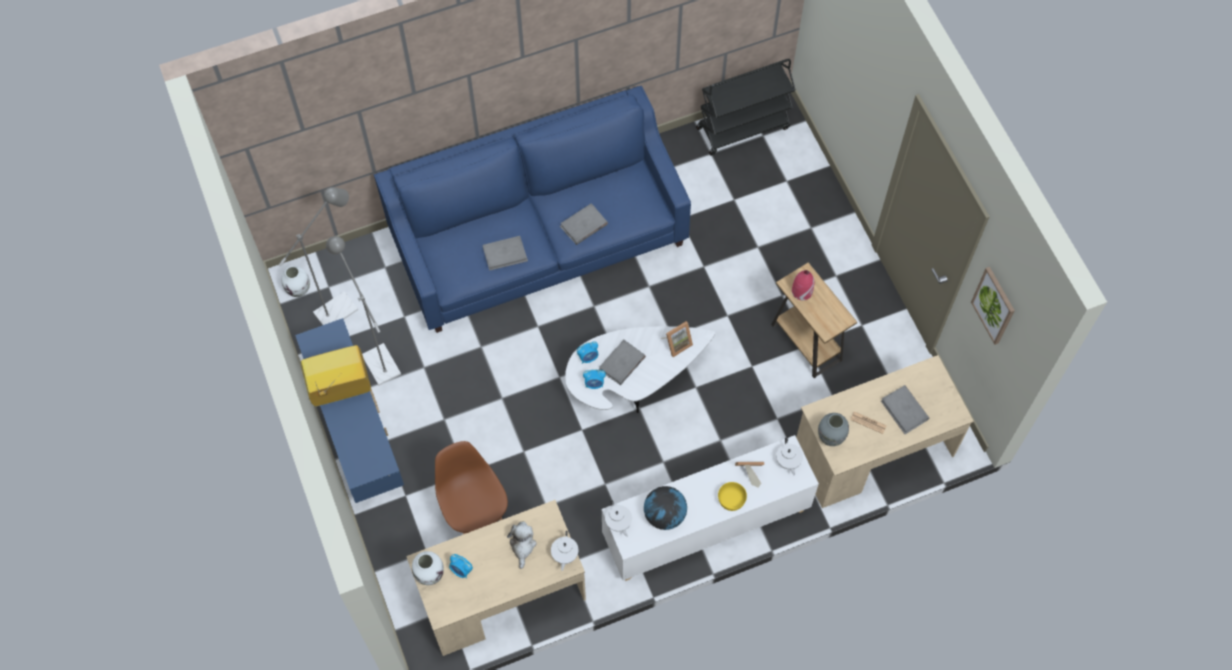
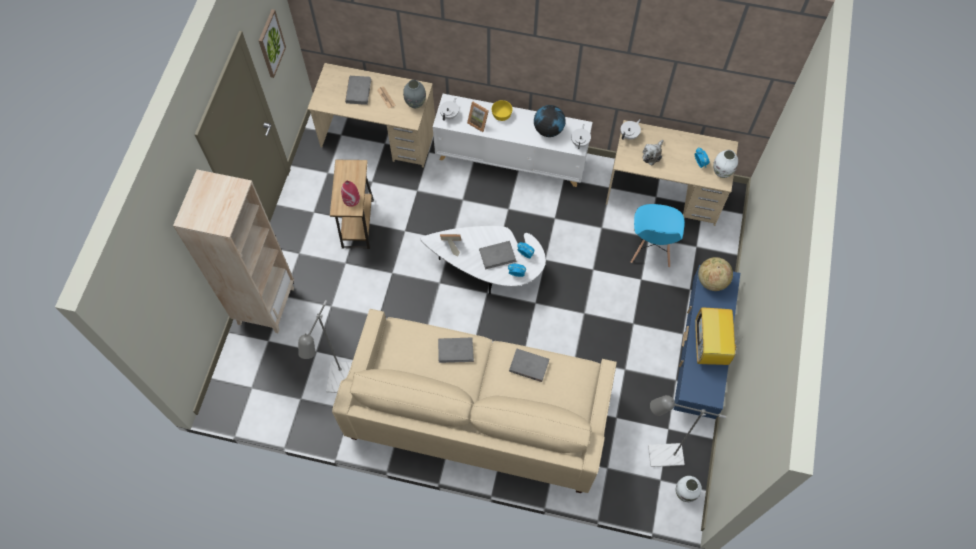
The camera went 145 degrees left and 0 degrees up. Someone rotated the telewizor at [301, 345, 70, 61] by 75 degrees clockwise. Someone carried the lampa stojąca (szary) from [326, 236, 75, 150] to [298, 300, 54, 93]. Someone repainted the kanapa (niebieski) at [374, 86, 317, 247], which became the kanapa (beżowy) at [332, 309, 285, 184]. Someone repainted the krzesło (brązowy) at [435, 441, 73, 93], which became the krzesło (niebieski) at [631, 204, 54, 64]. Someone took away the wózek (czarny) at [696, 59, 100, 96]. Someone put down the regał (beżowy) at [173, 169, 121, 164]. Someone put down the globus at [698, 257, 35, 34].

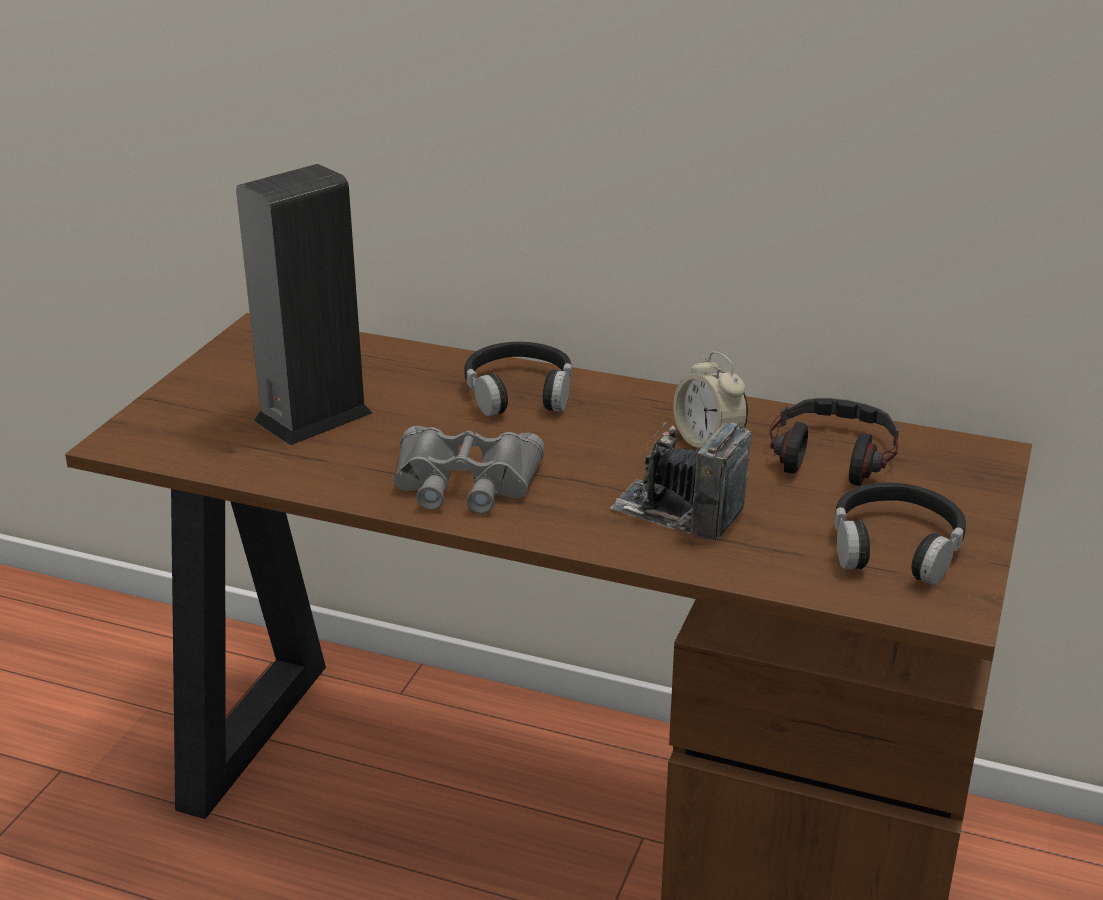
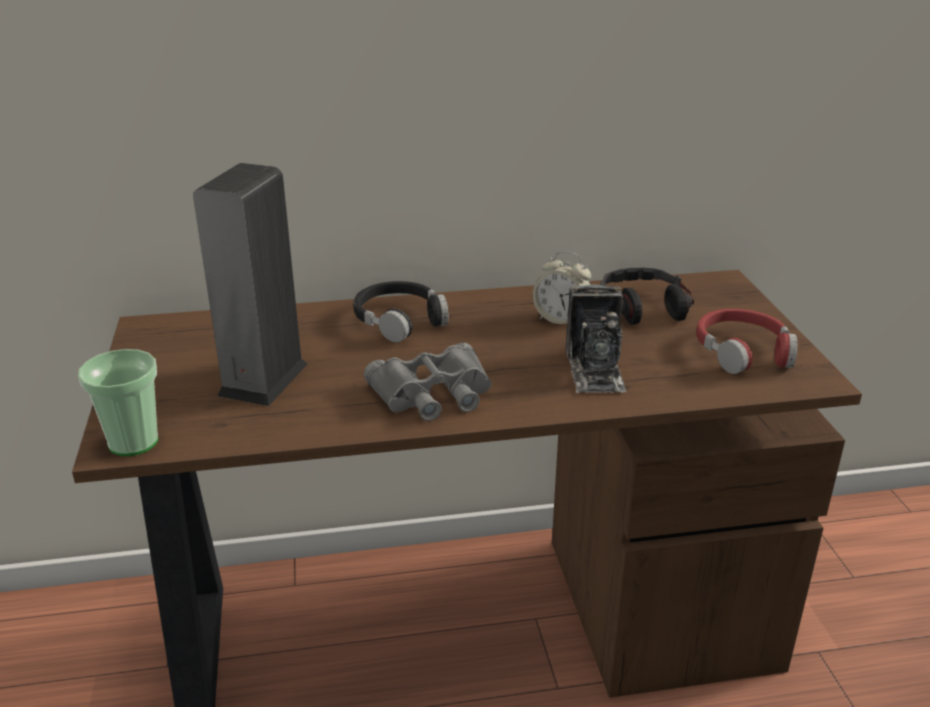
The camera went 30 degrees left and 0 degrees up. Someone rotated the aparat fotograficzny at [610, 422, 141, 120] by 90 degrees counterclockwise. Someone repainted the słuchawki (czarny) at [834, 483, 132, 102], which became the słuchawki (czerwony) at [696, 309, 102, 65]. Someone put down the filiżanka at [78, 349, 80, 107].

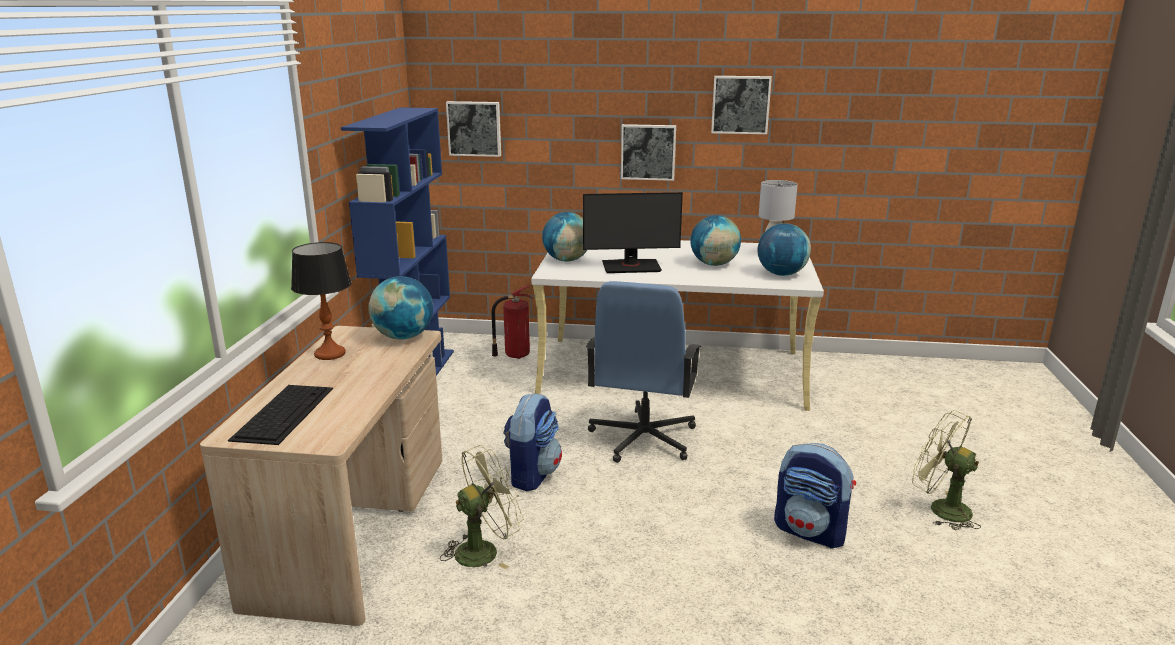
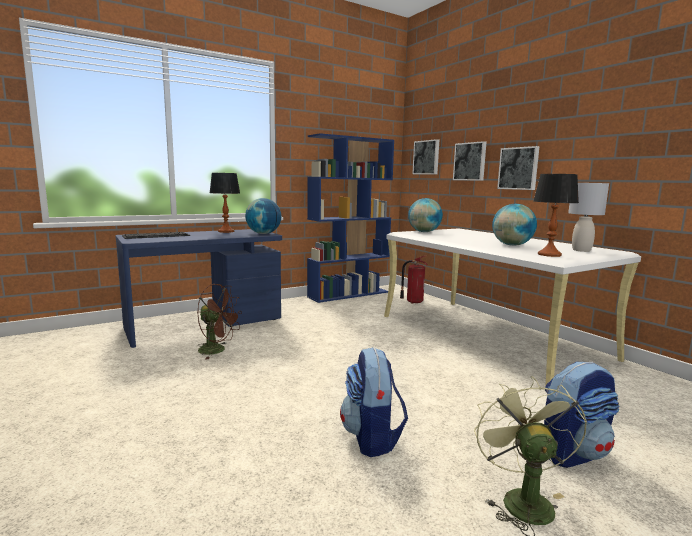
The camera went 50 degrees right and 10 degrees down. Someone repainted the biurko (beżowy) at [200, 326, 242, 300], which became the biurko (niebieski) at [115, 229, 167, 119]. Someone repainted the wentylator (zielony) at [440, 445, 84, 124], which became the wentylator (brązowy) at [197, 284, 45, 75]. Someone carried the plecak from [503, 393, 59, 98] to [544, 362, 76, 106]. Someone took away the monitor at [583, 192, 100, 81]. Someone took away the krzesło biurowe (niebieski) at [586, 281, 116, 182]. Someone carried the obraz from [711, 76, 61, 58] to [453, 141, 33, 40]. Someone swapped the globus at [757, 223, 54, 53] for the lampa stołowa at [534, 174, 45, 83].

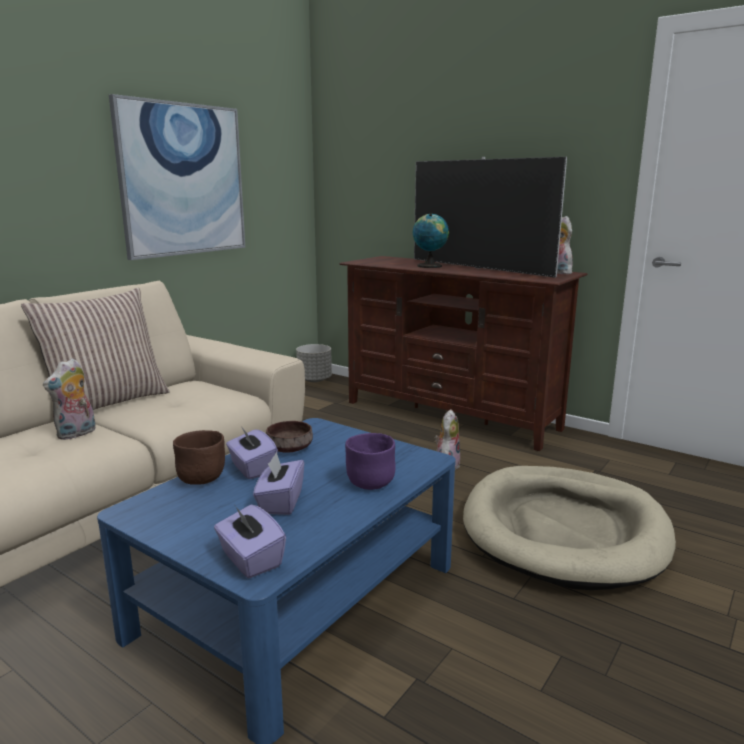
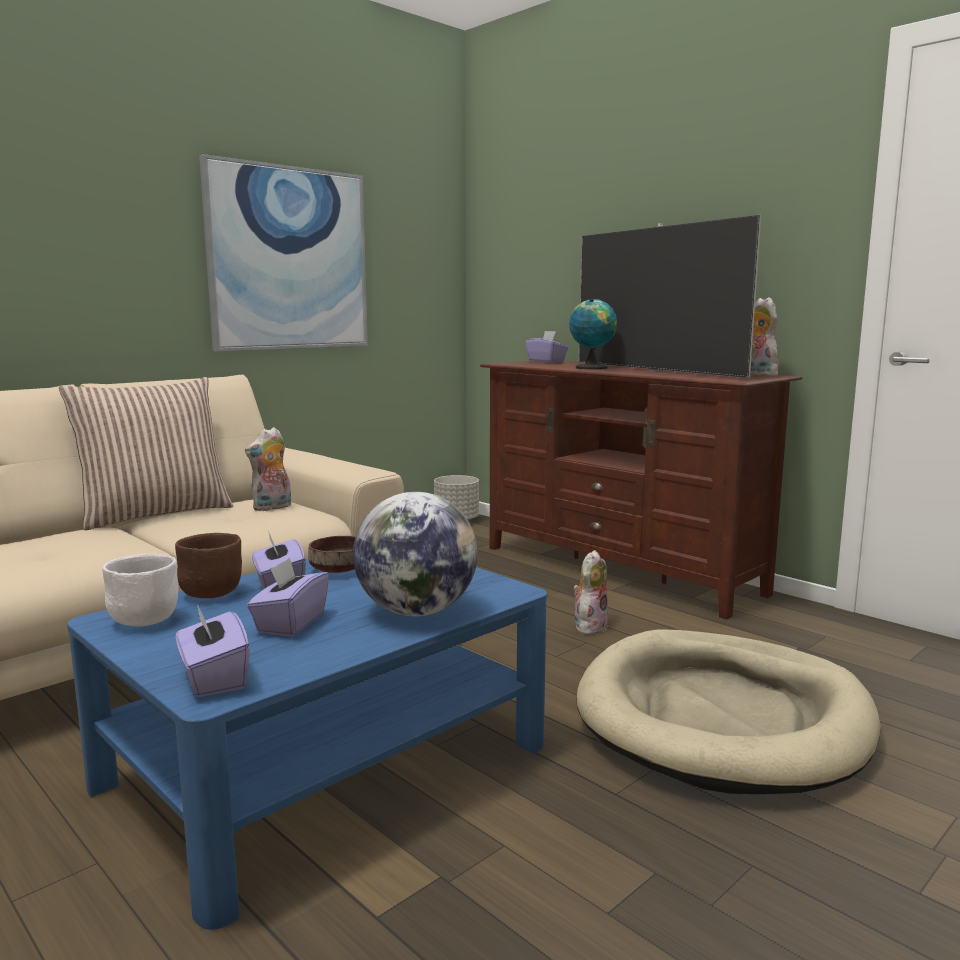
The camera went 10 degrees right and 5 degrees down. Someone carried the pluszak from [43, 358, 53, 82] to [245, 427, 46, 84]. Someone swapped the miska (fioletowy) at [345, 433, 51, 57] for the globus at [353, 492, 125, 124]. Someone put down the miska (biały) at [103, 554, 75, 72]. Someone put down the pudełko chusteczek (fioletowy) at [525, 331, 44, 32].

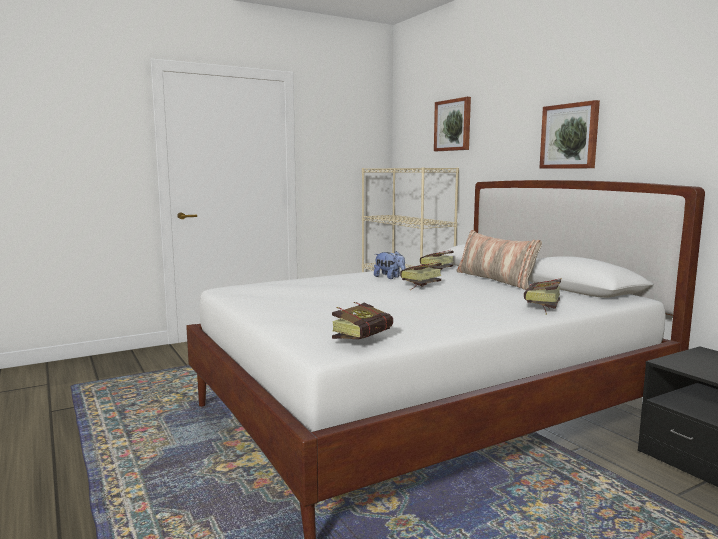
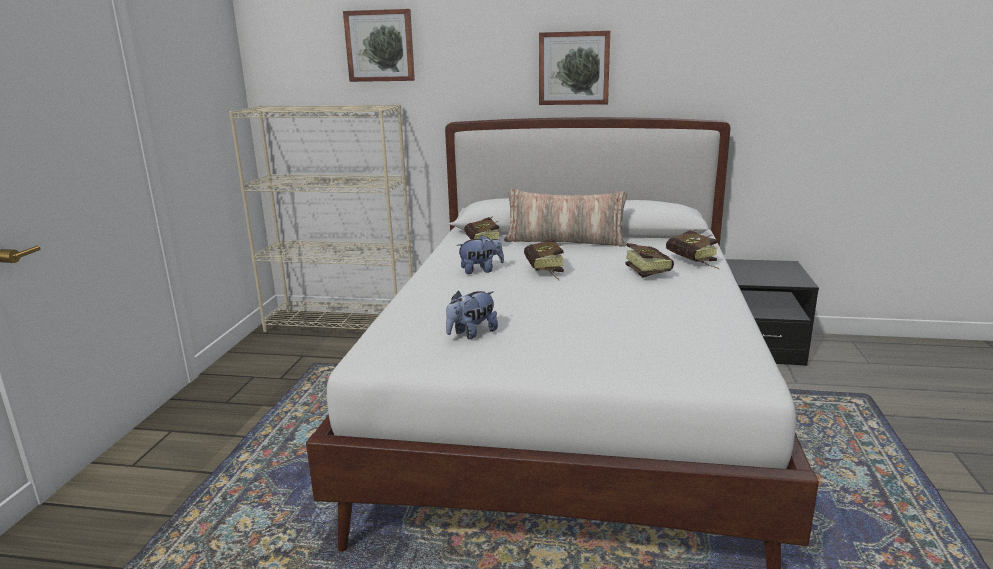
The camera went 50 degrees left and 10 degrees up. Someone carried the książka from [332, 302, 61, 38] to [625, 243, 49, 35]. Someone put down the pluszak at [446, 291, 52, 48].

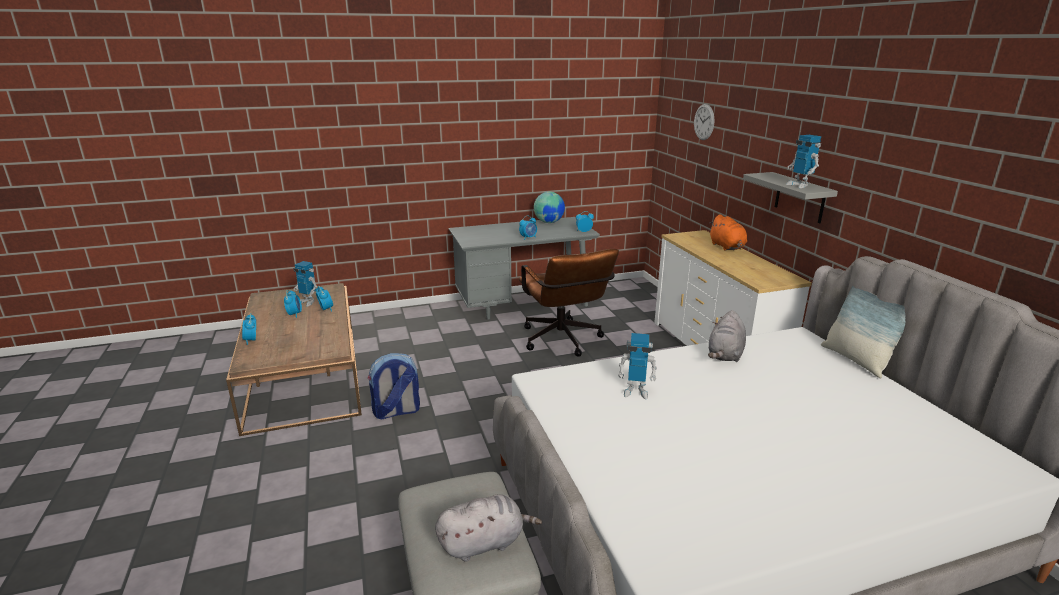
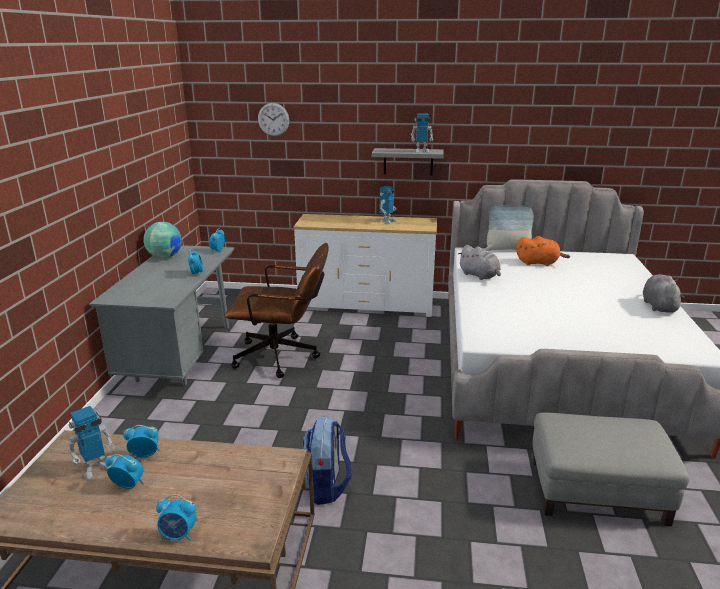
The camera went 65 degrees left and 0 degrees up. Someone carried the pluszak (szary) from [435, 494, 107, 68] to [643, 275, 42, 38]. Someone carried the robot zabawkowy from [618, 333, 39, 66] to [380, 186, 17, 38]. Someone carried the pluszak (pomarańczowy) from [710, 214, 37, 36] to [516, 236, 54, 30].

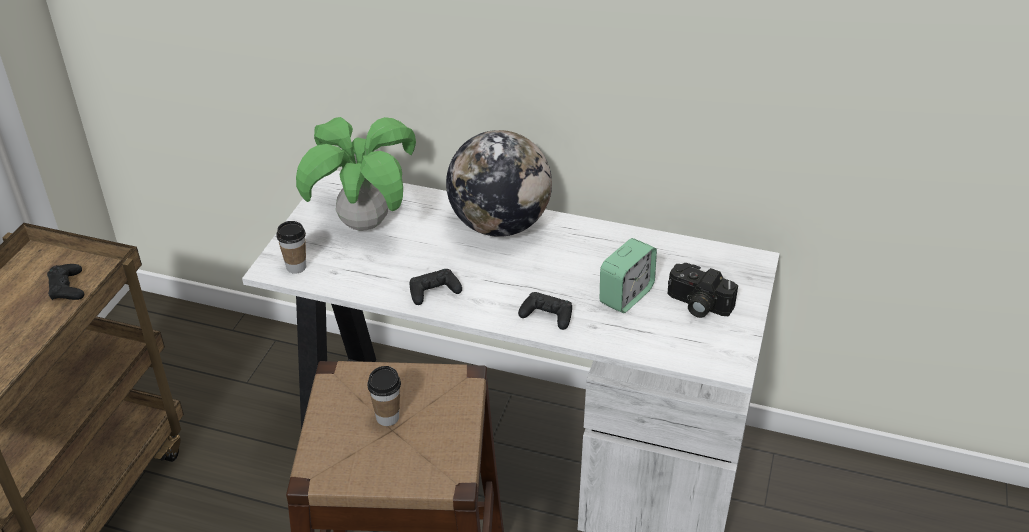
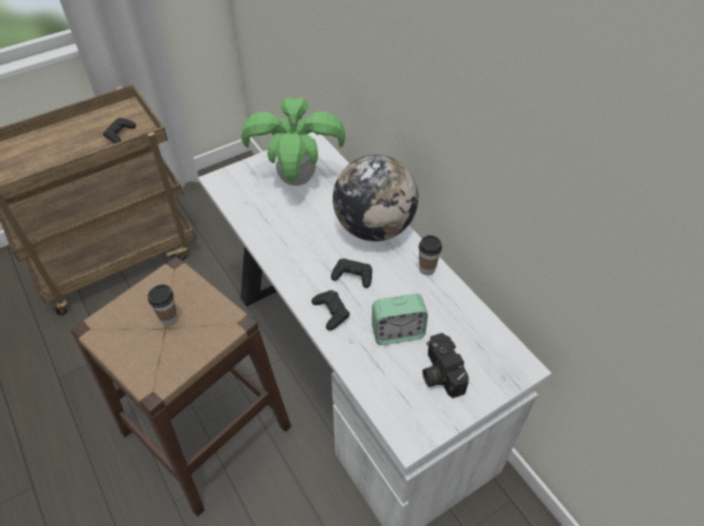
The camera went 40 degrees right and 10 degrees up. Someone carried the filiżanka from [277, 221, 29, 53] to [419, 235, 23, 40]. Someone carried the pad do gier (czarny) from [410, 269, 52, 36] to [331, 259, 41, 29].

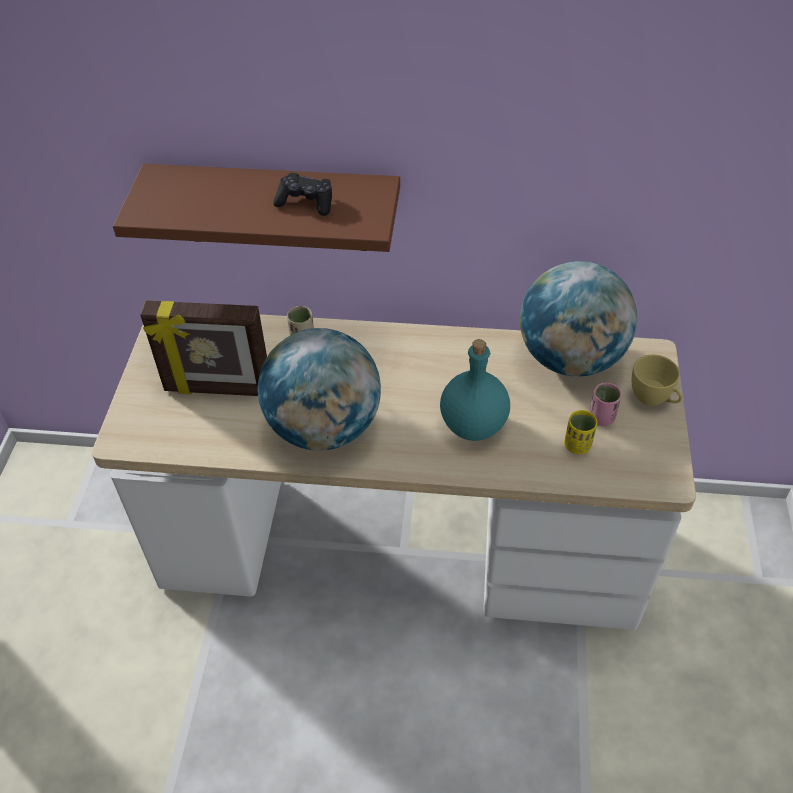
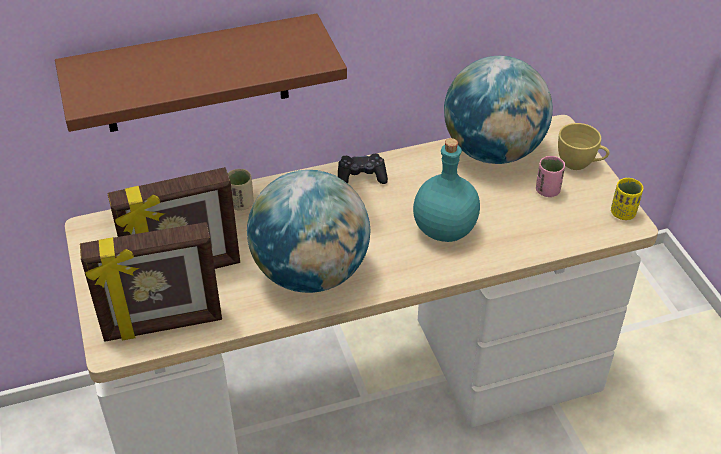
The camera went 25 degrees left and 5 degrees down. Someone carried the pad do gier (czarny) from [273, 173, 59, 43] to [338, 154, 50, 30]. Someone carried the filiżanka (żółty) from [564, 410, 34, 44] to [611, 178, 32, 42]. Someone put down the ramka na zdjęcie at [80, 222, 142, 120].

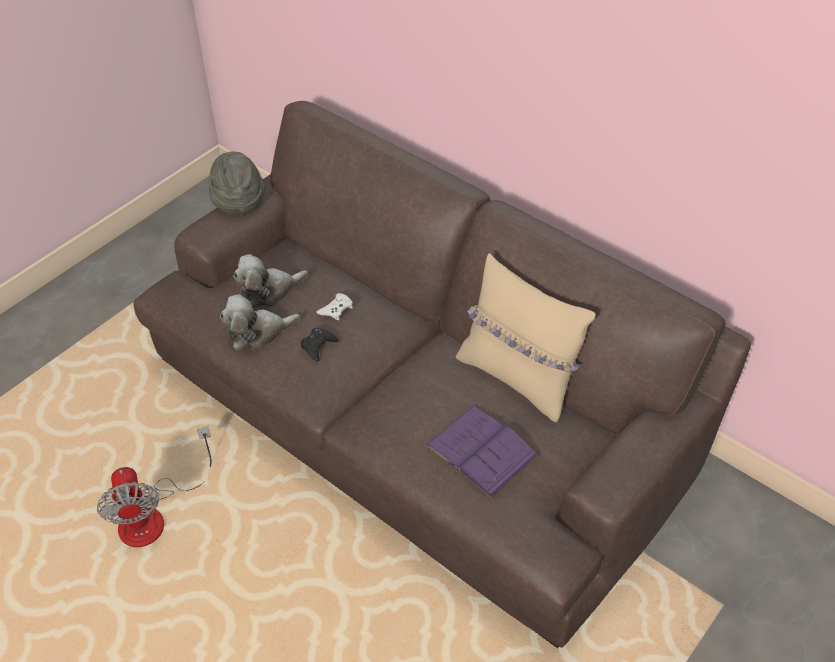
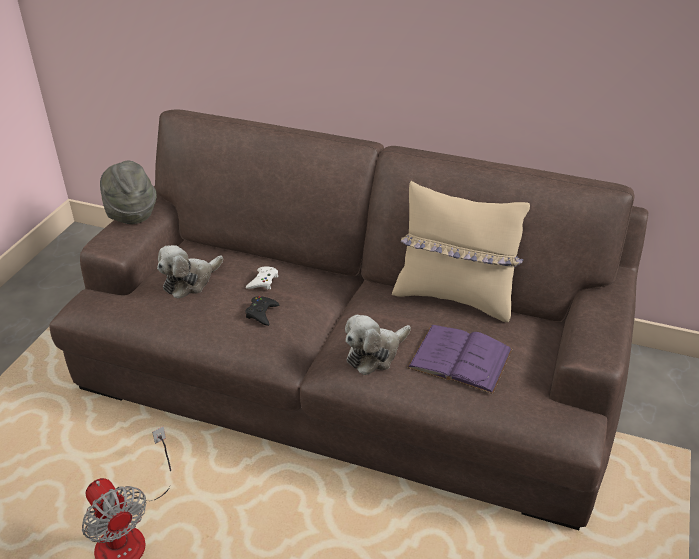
The camera went 20 degrees left and 10 degrees down. Someone carried the pluszak from [220, 294, 80, 56] to [345, 315, 66, 60].

